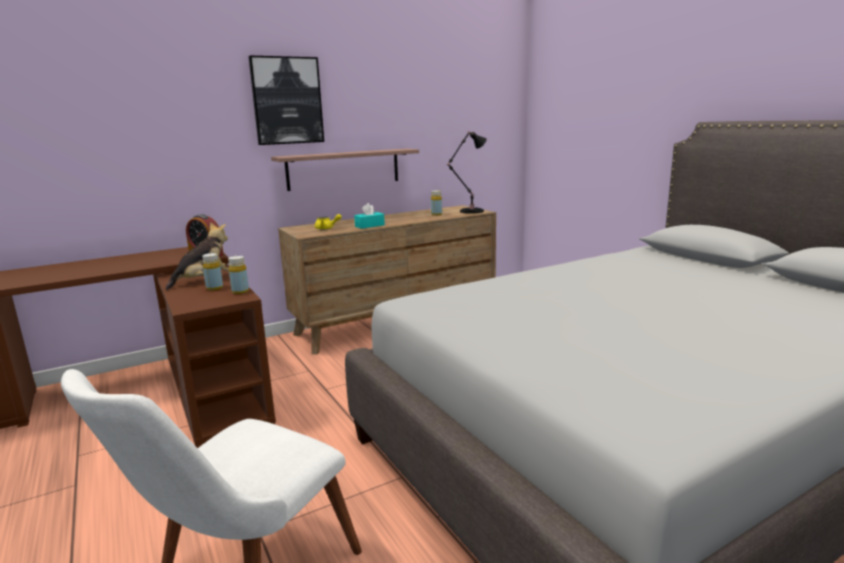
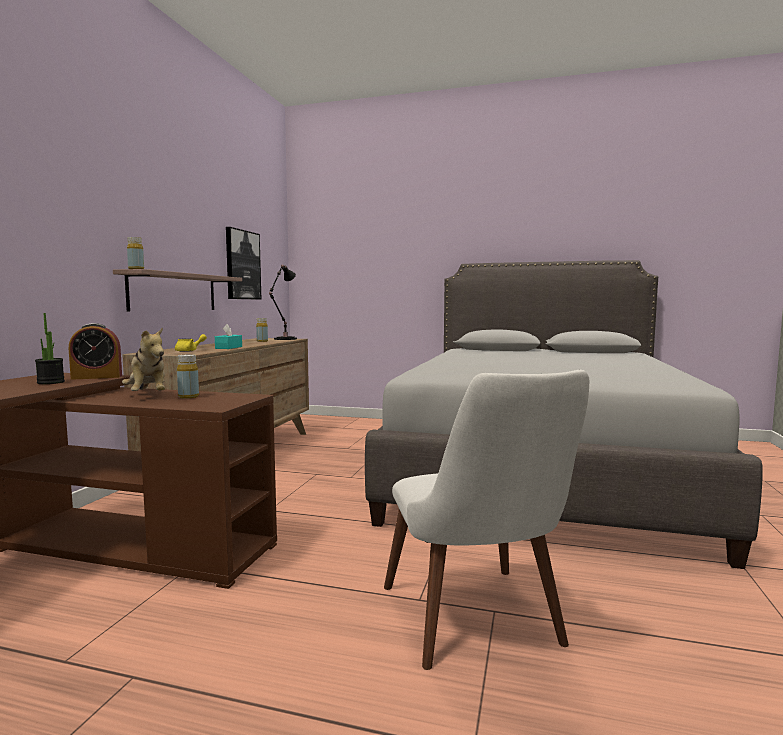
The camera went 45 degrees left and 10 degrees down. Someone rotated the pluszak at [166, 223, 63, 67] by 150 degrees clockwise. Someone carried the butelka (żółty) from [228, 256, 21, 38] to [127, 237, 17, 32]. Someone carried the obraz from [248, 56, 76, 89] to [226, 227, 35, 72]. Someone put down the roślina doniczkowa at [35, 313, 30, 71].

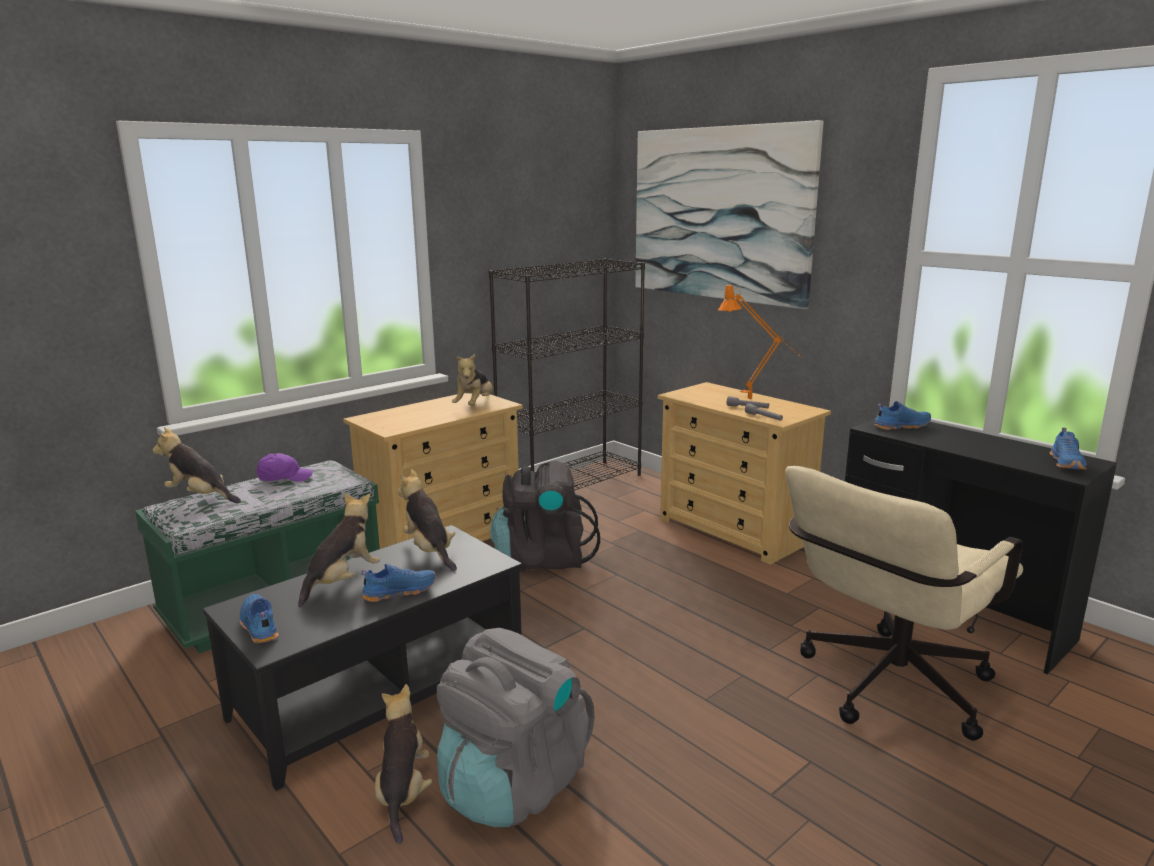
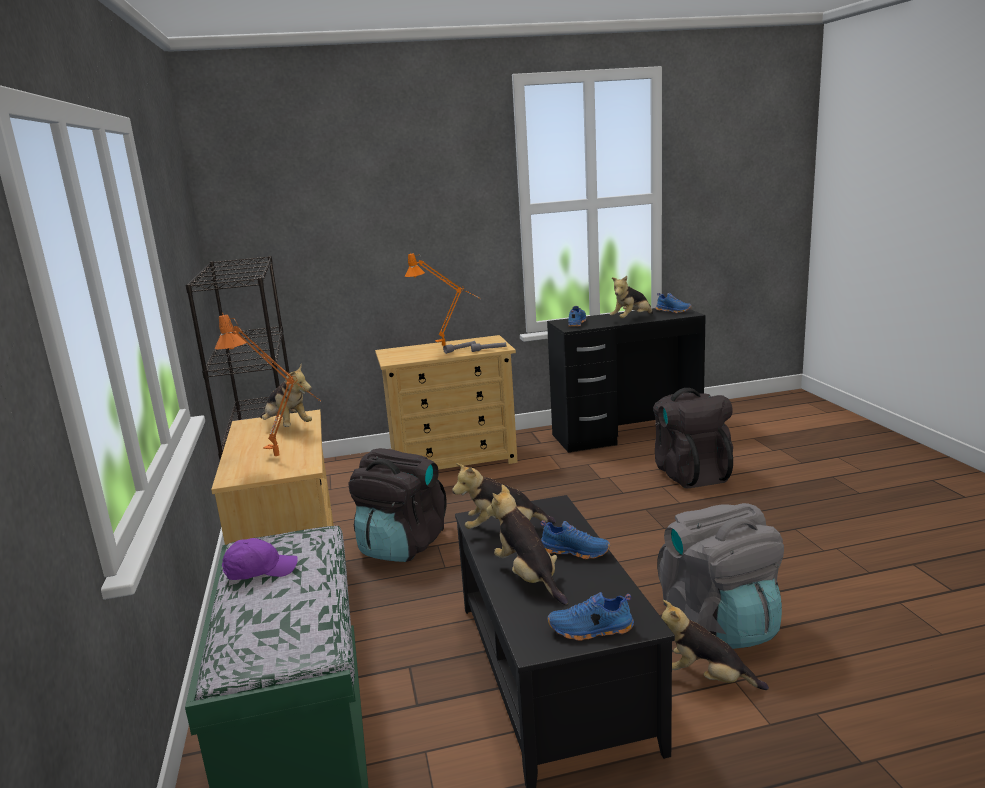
The camera went 60 degrees left and 0 degrees up. Someone carried the pluszak from [152, 427, 89, 76] to [610, 276, 43, 42]. Someone rotated the czapka z daszkiem (fioletowy) at [256, 453, 57, 29] by 60 degrees clockwise. Someone rotated the but (niebieski) at [361, 564, 75, 38] by 105 degrees clockwise. Someone took away the obraz at [635, 120, 189, 189]. Someone swapped the krzesło biurowe (beżowy) at [785, 466, 238, 275] for the plecak (czarny) at [653, 388, 80, 100]. Someone put down the lampa stołowa (pomarańczowy) at [215, 313, 106, 144].

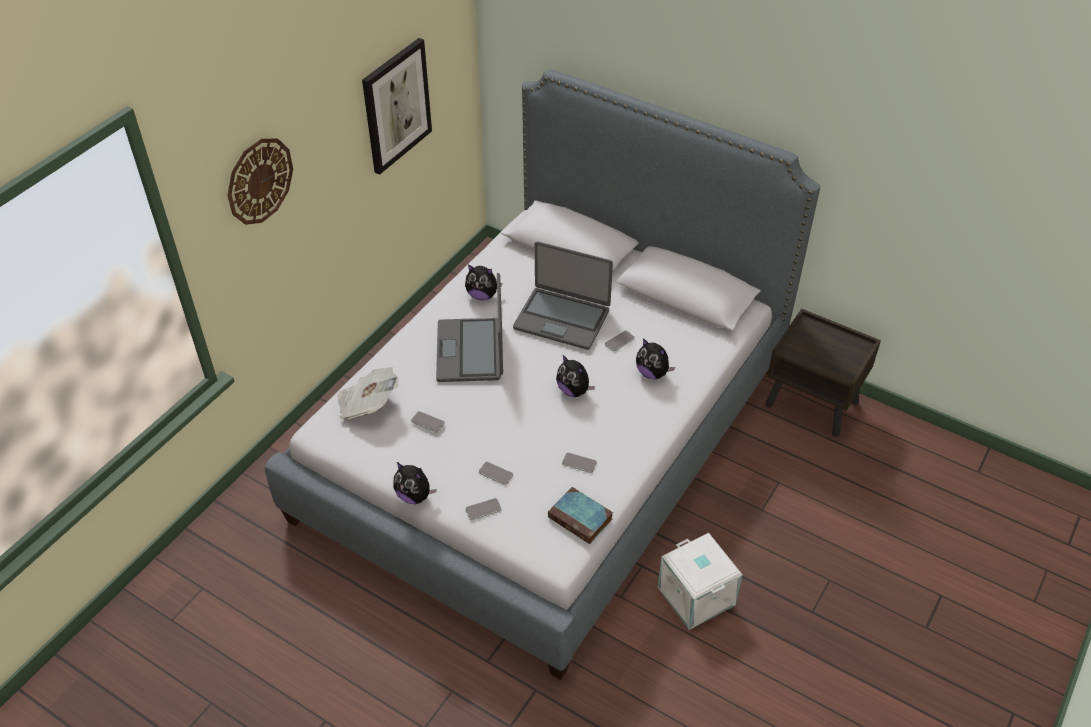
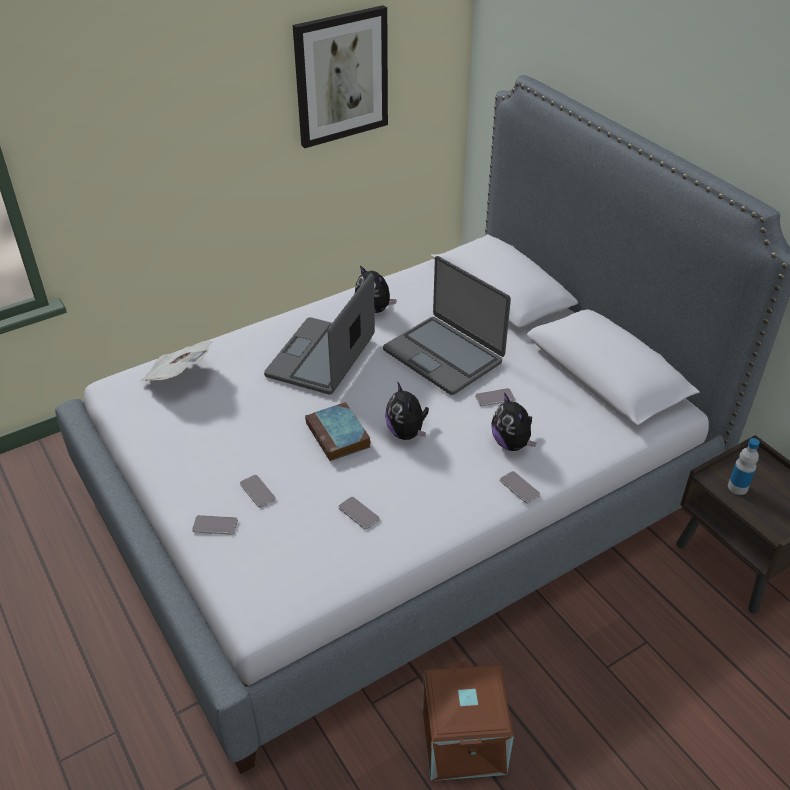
The camera went 25 degrees right and 5 degrees down. Someone took away the zegar ścienny at [227, 138, 66, 87]. Someone took away the pluszak at [393, 462, 44, 42]. Someone carried the telefon from [411, 411, 34, 21] to [500, 471, 40, 32]. Someone carried the książka from [548, 487, 65, 57] to [305, 402, 66, 59]. Someone repainted the pojemnik do przechowywania (biały) at [658, 533, 85, 97], which became the pojemnik do przechowywania (brązowy) at [422, 661, 92, 120]. Someone put down the butelka at [728, 438, 32, 57].

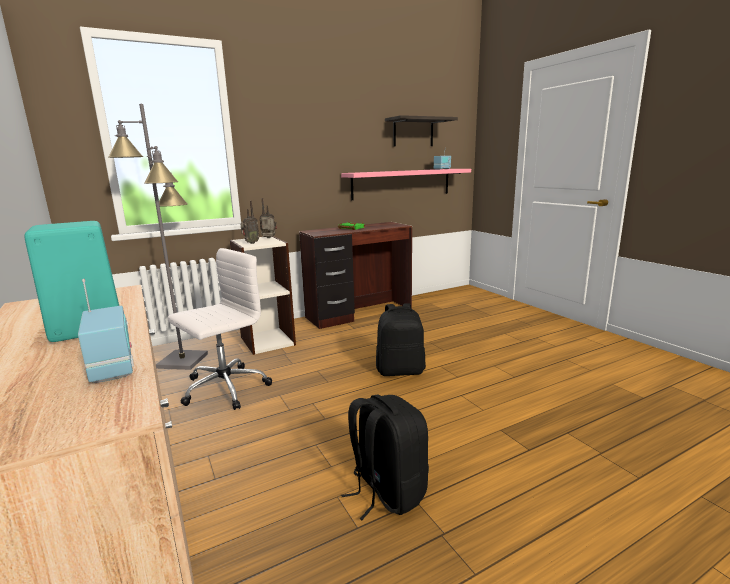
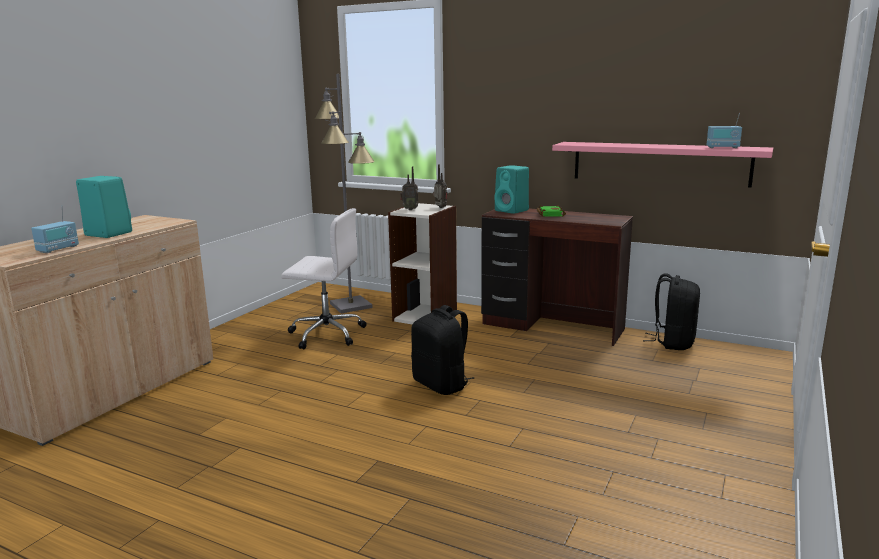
The camera went 55 degrees right and 0 degrees up. Someone carried the plecak (czarny) from [341, 394, 88, 126] to [643, 273, 57, 77]. Someone took away the półka at [385, 115, 73, 32]. Someone put down the głośnik (turkusowy) at [494, 165, 35, 49].

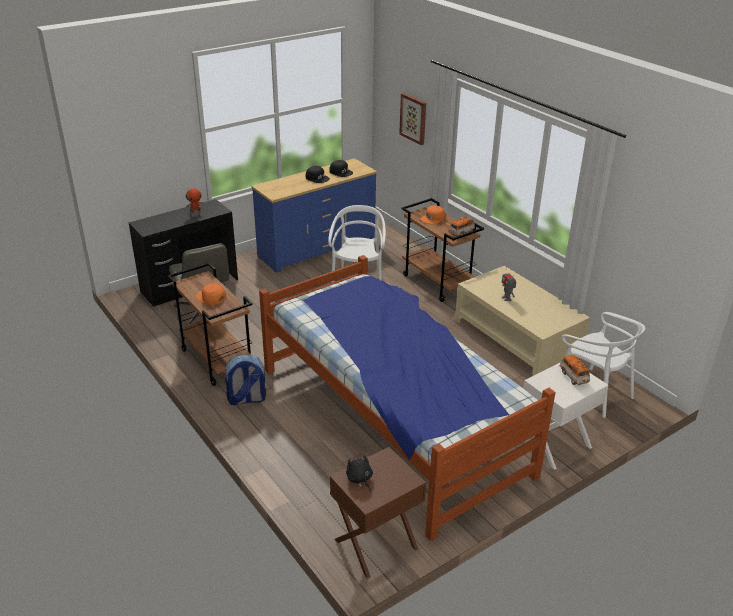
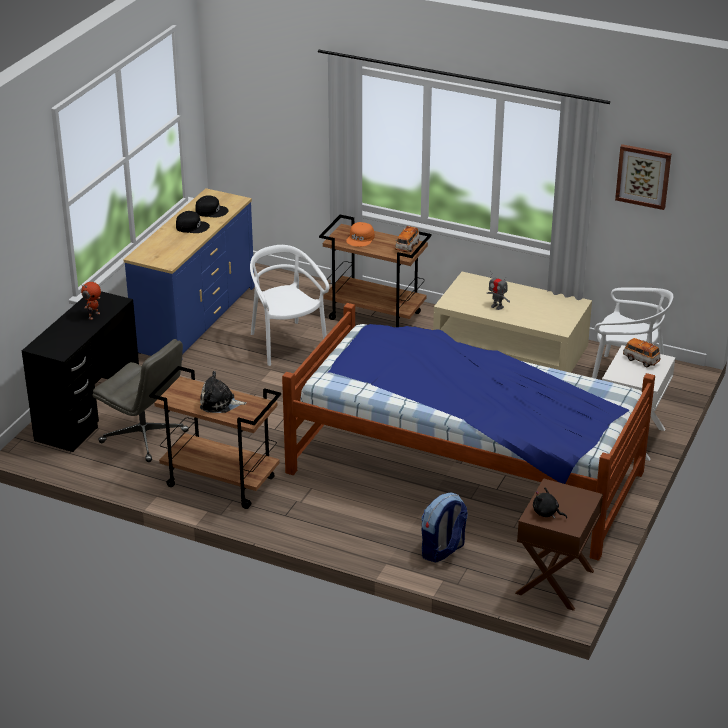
The camera went 30 degrees left and 0 degrees up. Someone swapped the czapka z daszkiem (pomarańczowy) at [196, 283, 30, 22] for the pluszak at [200, 371, 47, 42]. Someone carried the plecak from [224, 354, 42, 52] to [422, 492, 46, 70]. Someone carried the obraz from [399, 93, 27, 52] to [615, 144, 56, 66].

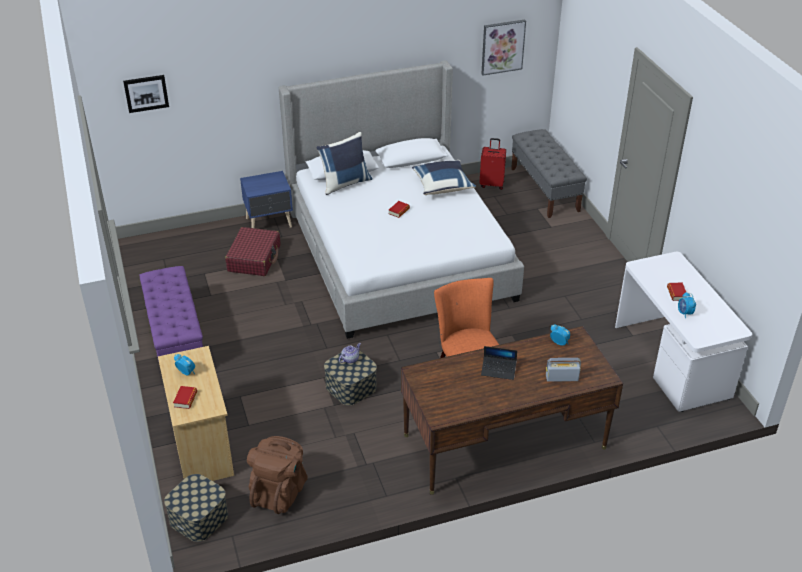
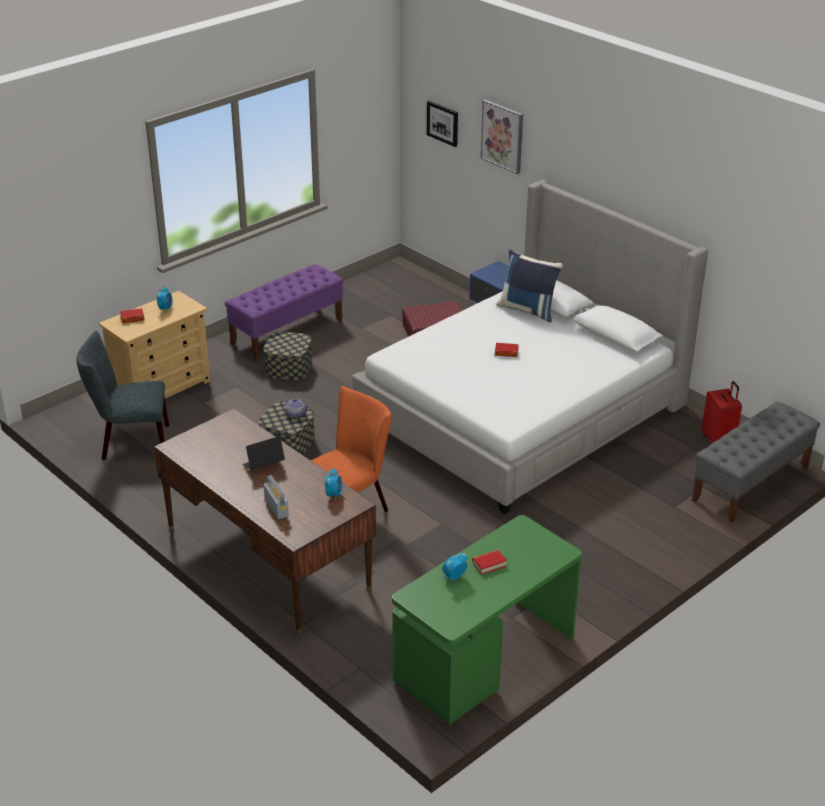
The camera went 65 degrees right and 5 degrees down. Someone carried the pojemnik do przechowywania from [164, 474, 64, 68] to [263, 332, 49, 48]. Someone swapped the plecak (brązowy) at [247, 436, 61, 78] for the krzesło (szary) at [76, 331, 93, 129]. Someone took away the poduszka (niebieski) at [412, 160, 64, 35]. Someone carried the obraz from [481, 19, 45, 57] to [481, 99, 42, 75]. Someone rotated the laptop at [481, 346, 36, 34] by 75 degrees clockwise. Someone repainted the biurko (biały) at [615, 252, 137, 160], which became the biurko (zielony) at [392, 515, 190, 210].

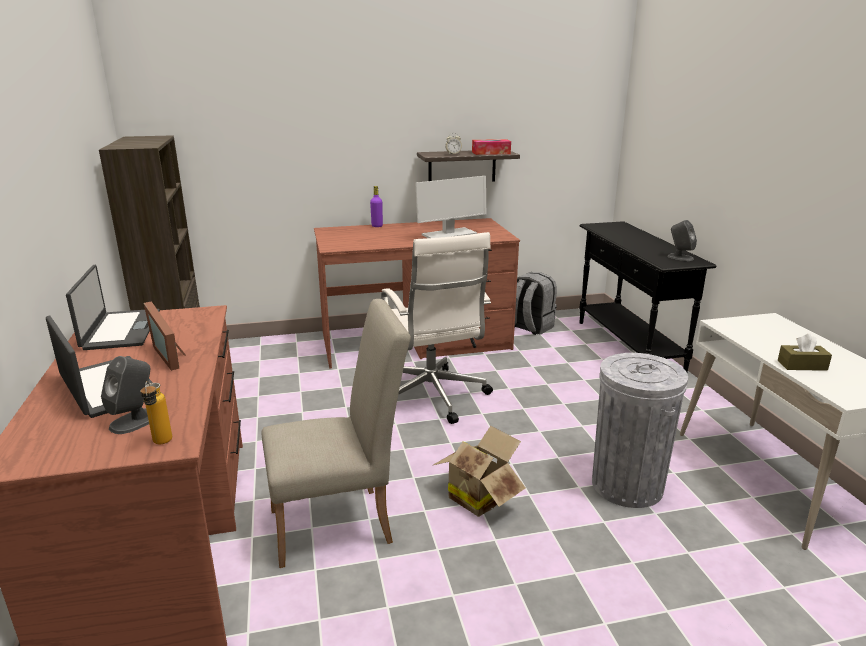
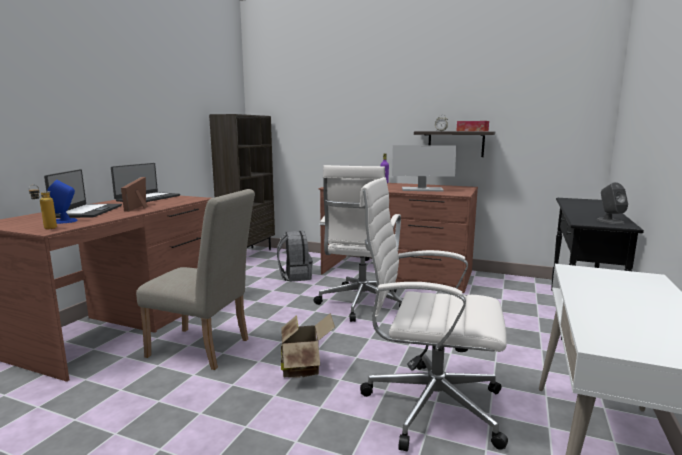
The camera went 35 degrees right and 10 degrees down. Someone repainted the głośnik (szary) at [101, 356, 49, 78], which became the głośnik (niebieski) at [47, 180, 31, 44]. Someone carried the plecak (szary) from [515, 272, 42, 63] to [277, 231, 36, 51]. Someone swapped the kosz na śmieci (szary) at [592, 353, 96, 155] for the krzesło biurowe (biały) at [359, 177, 149, 274]. Someone took away the pudełko chusteczek (brązowy) at [778, 334, 54, 37].

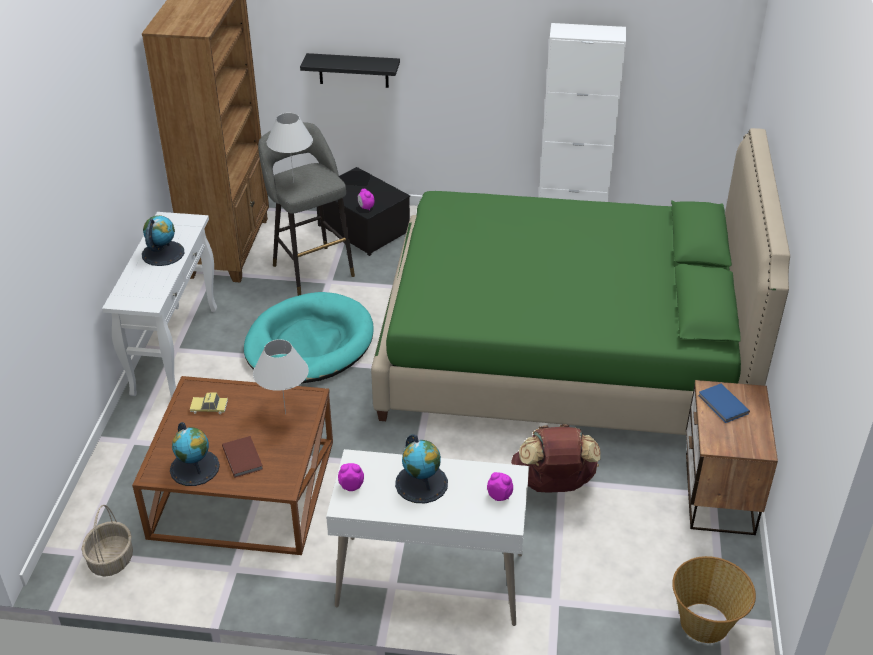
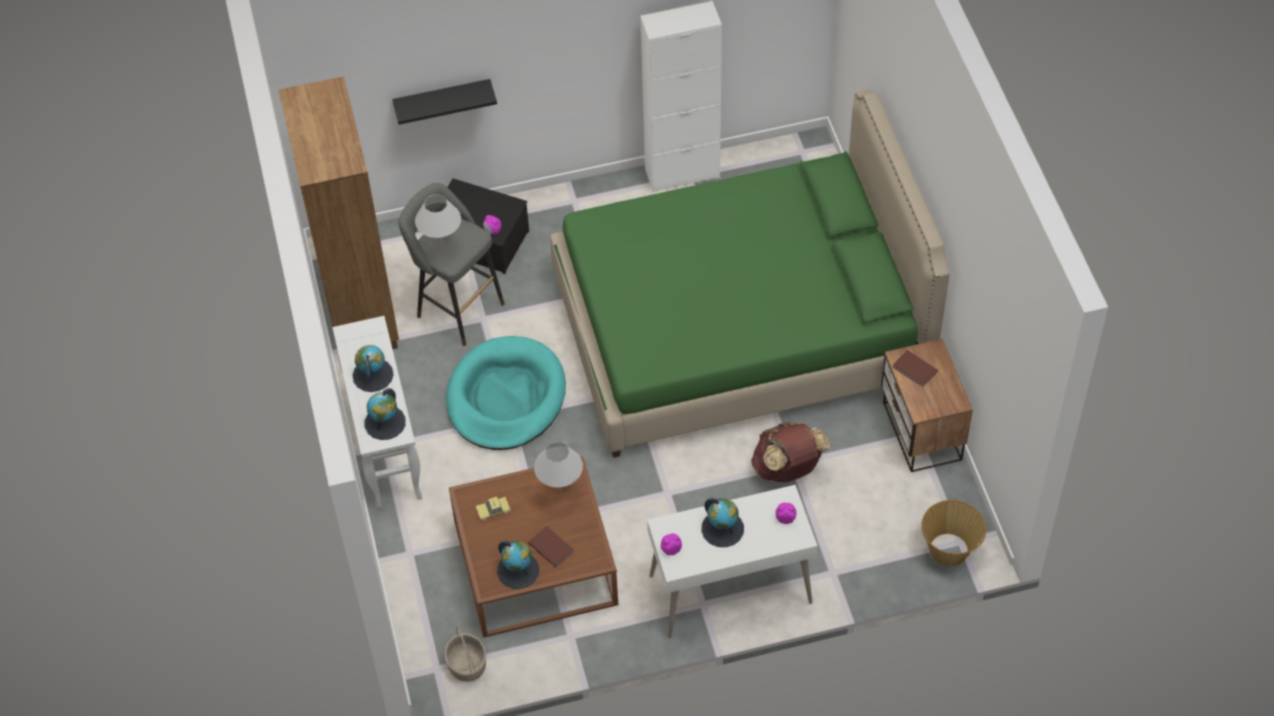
The camera went 20 degrees left and 15 degrees up. Someone repainted the książka (niebieski) at [698, 384, 52, 39], which became the książka (brązowy) at [893, 350, 45, 37]. Someone put down the globus at [364, 388, 42, 52].

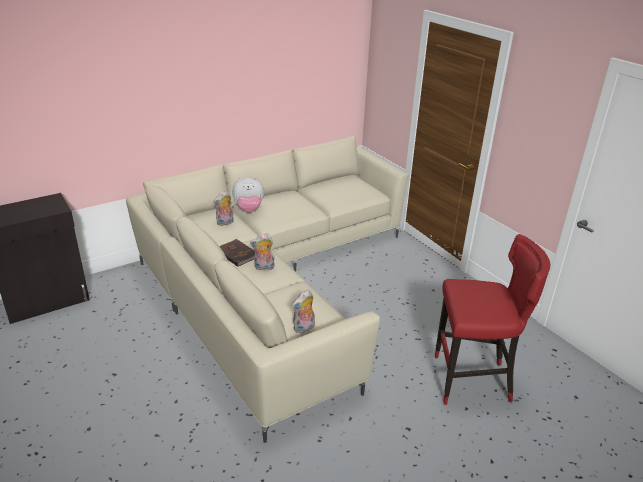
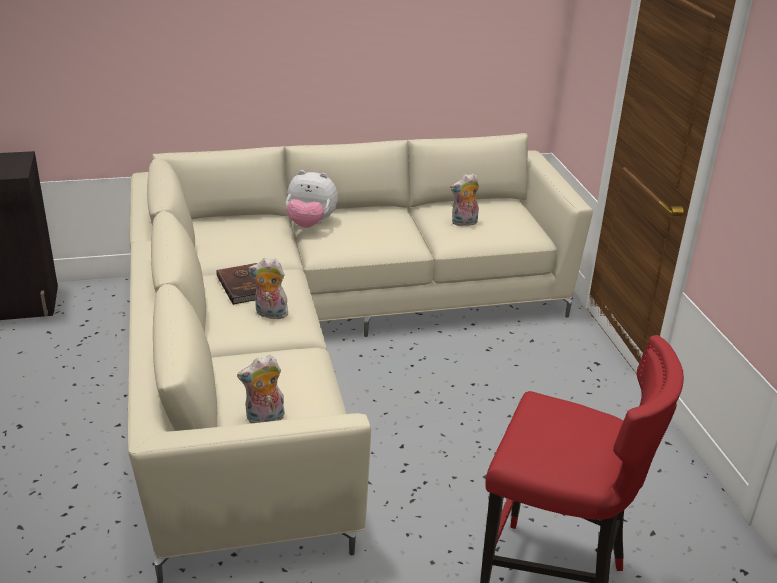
The camera went 20 degrees right and 0 degrees up. Someone carried the pluszak from [213, 191, 21, 35] to [450, 173, 29, 53].

